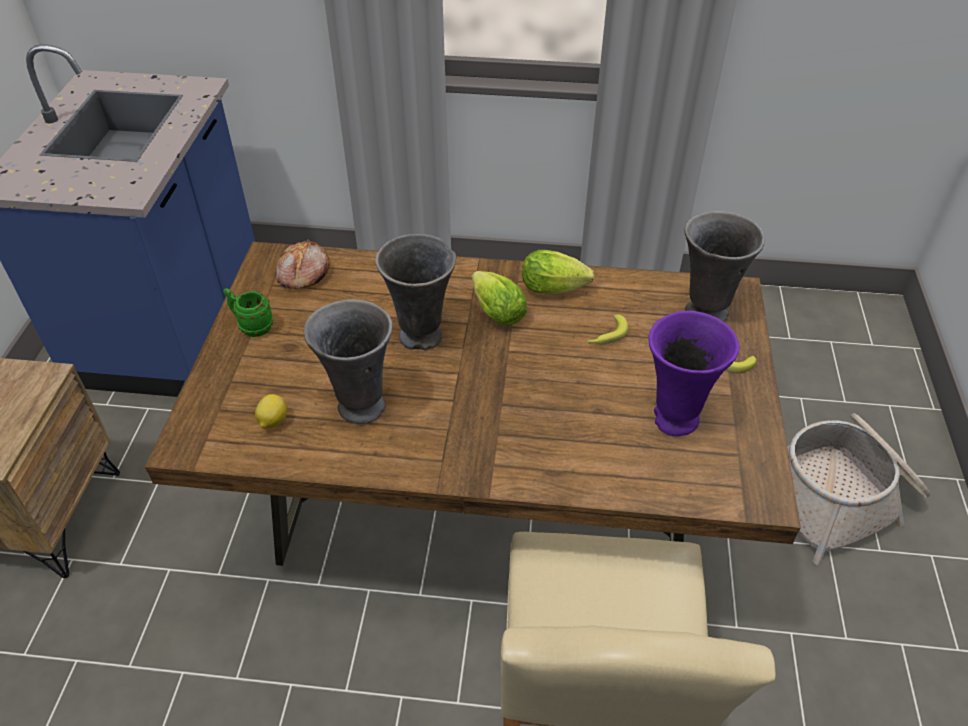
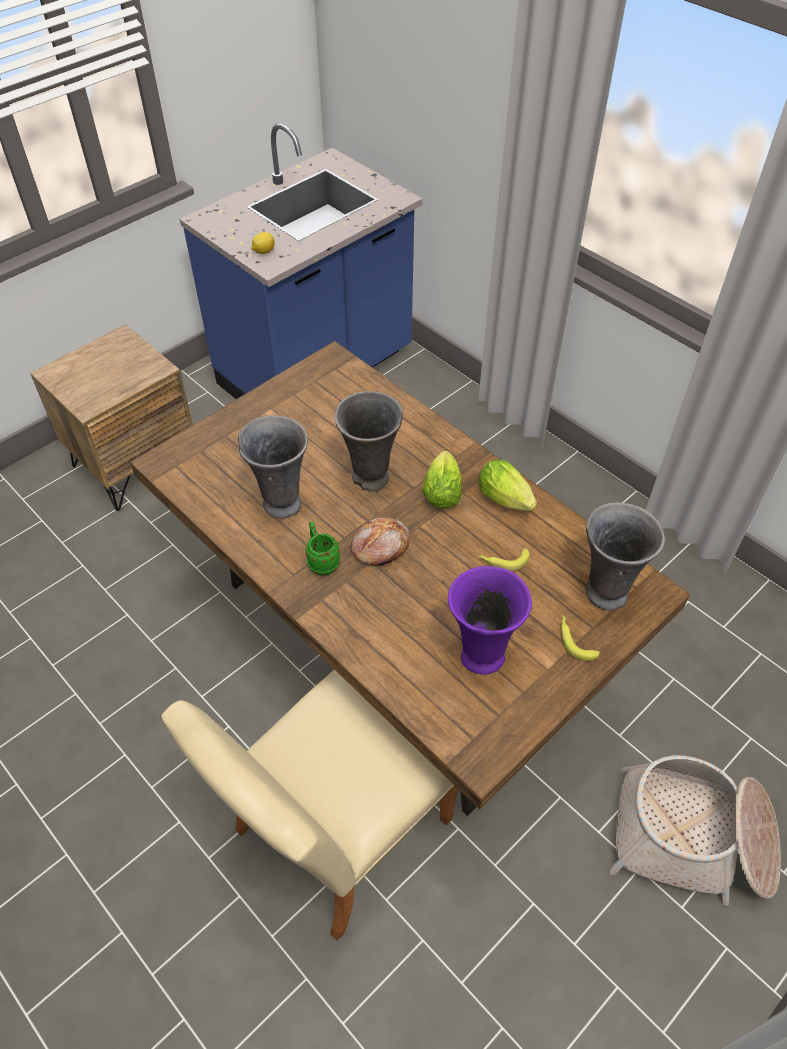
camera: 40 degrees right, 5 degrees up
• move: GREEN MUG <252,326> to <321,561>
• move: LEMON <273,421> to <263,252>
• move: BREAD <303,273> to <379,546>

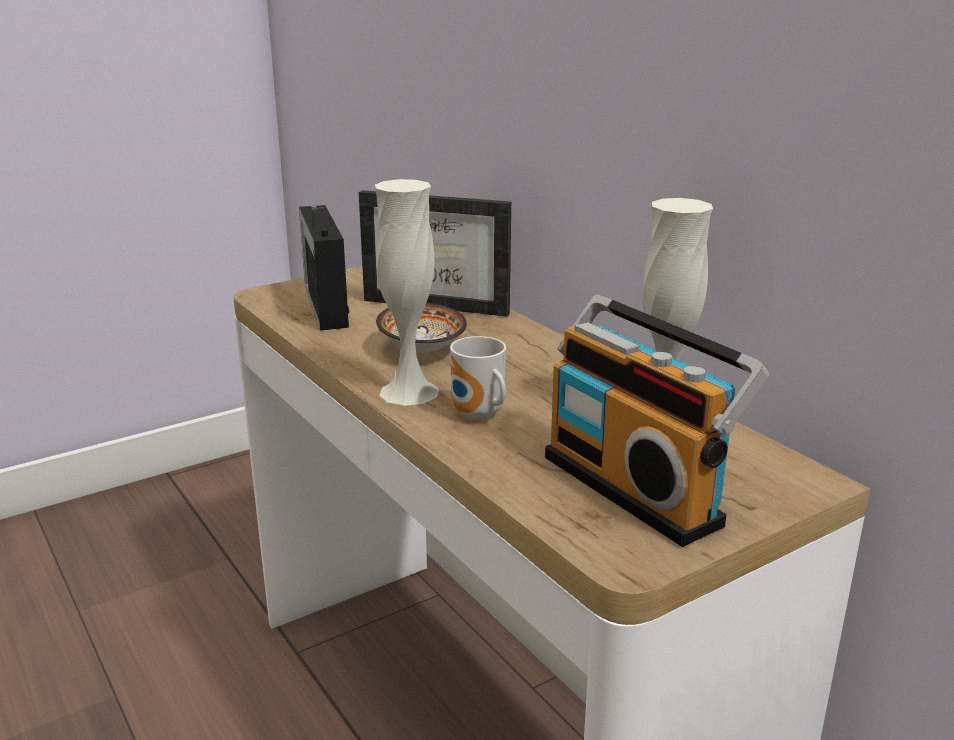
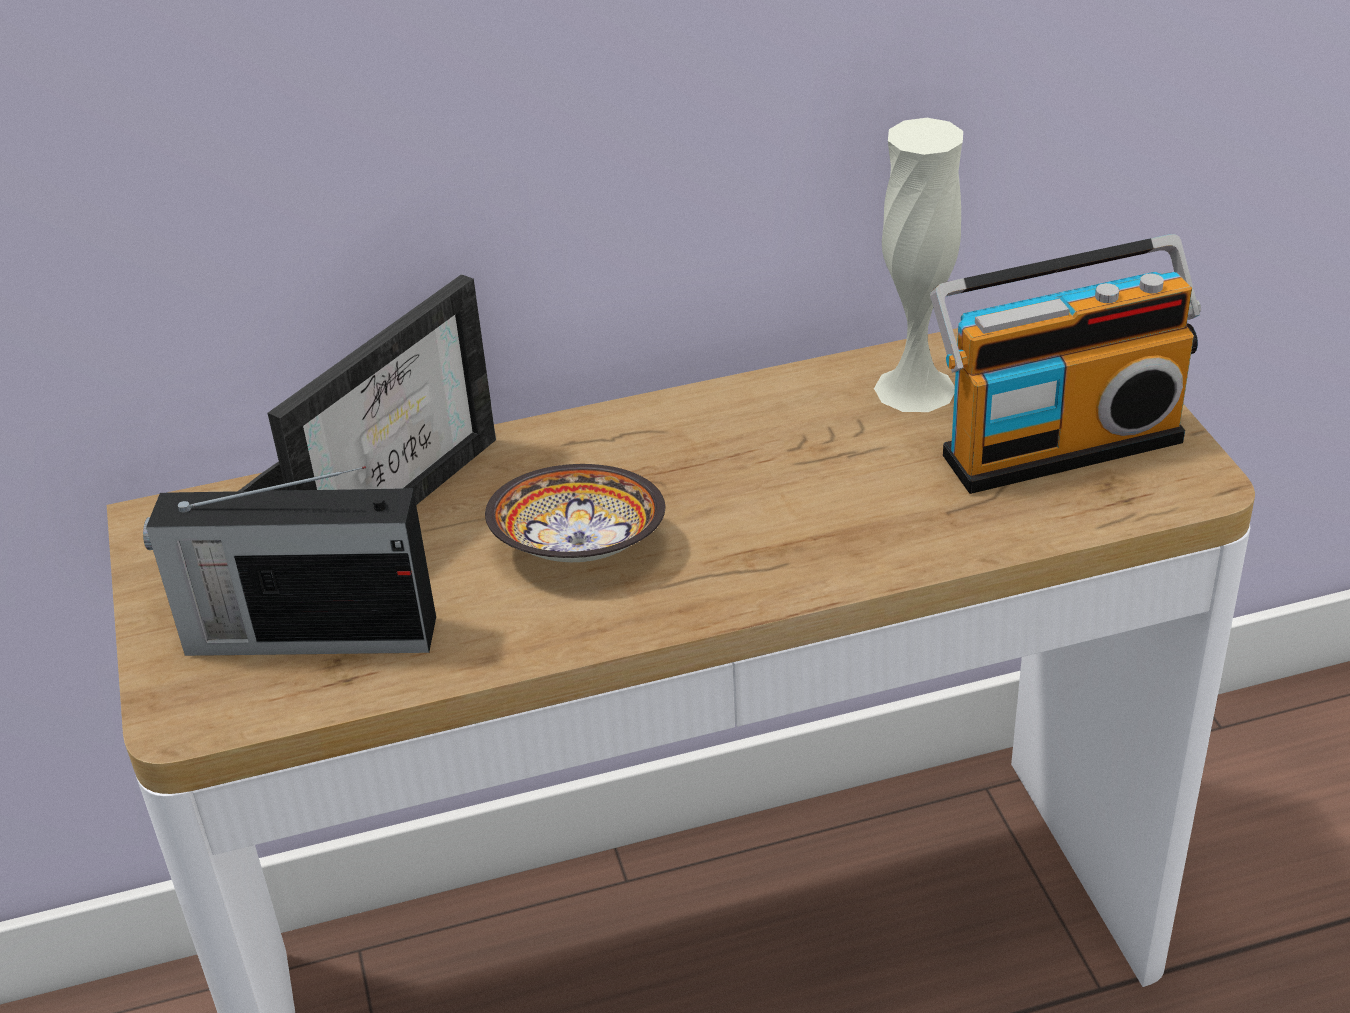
camera: 70 degrees left, 15 degrees up
• delete: WHITE VASE <409,392>
• delete: MUG <478,415>

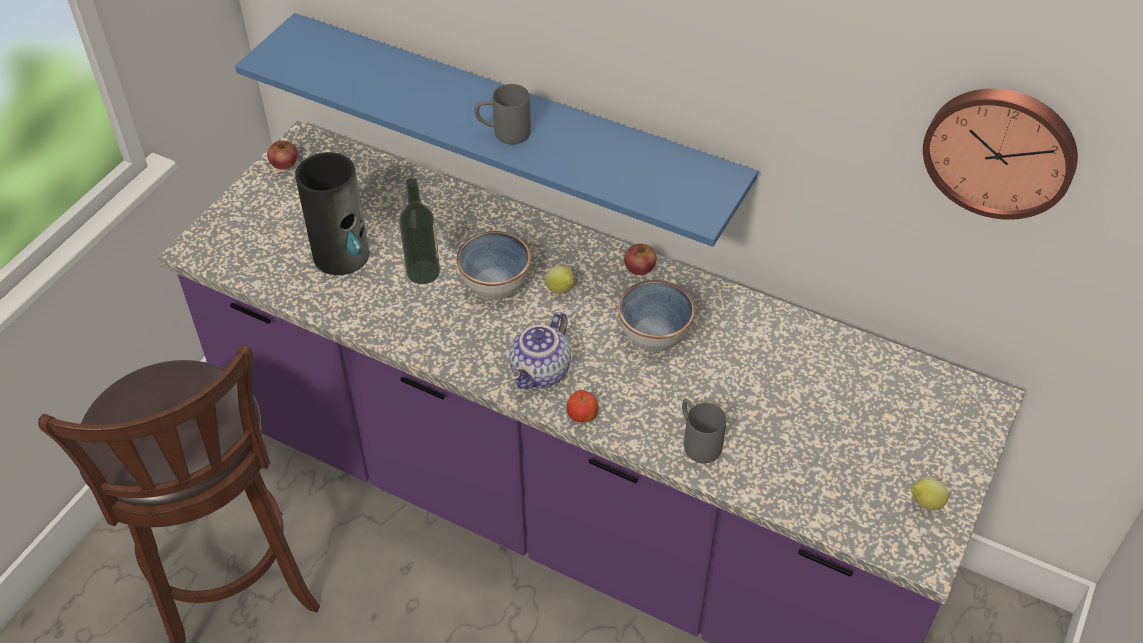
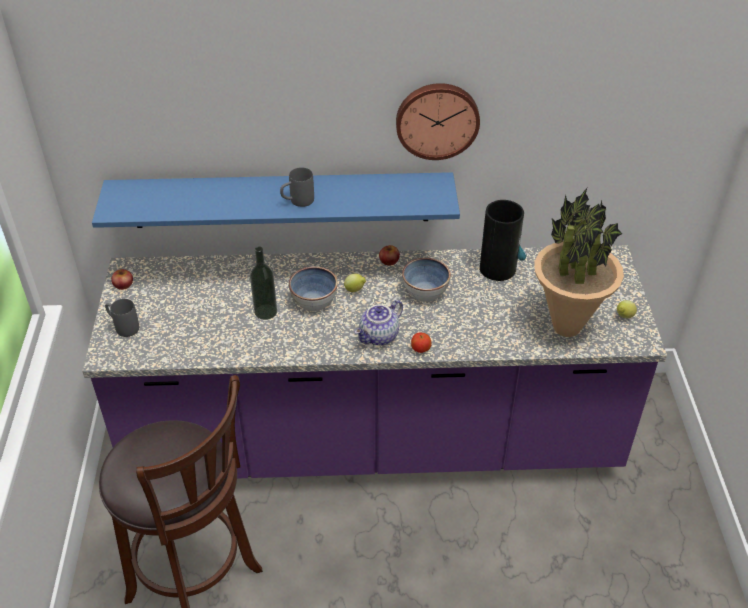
camera: 30 degrees left, 5 degrees down
• insert: POTTED PLANT <566,327>
• move: VASE <342,255> to <498,268>
• move: GREY MUG <697,441> to <123,327>
• move: WALL CLOCK <1000,150> to <437,119>
• rotate: TEAPOT <541,372> = <379,337> 45 degrees clockwise

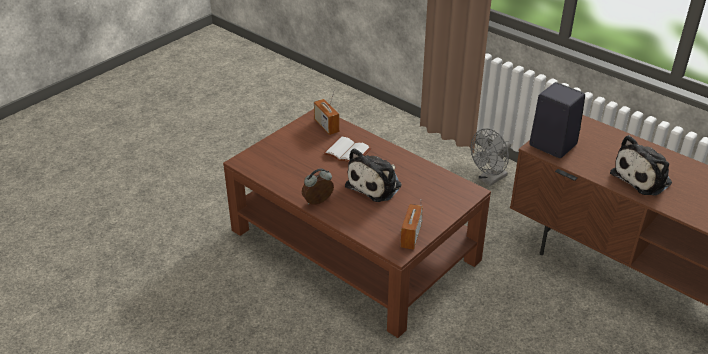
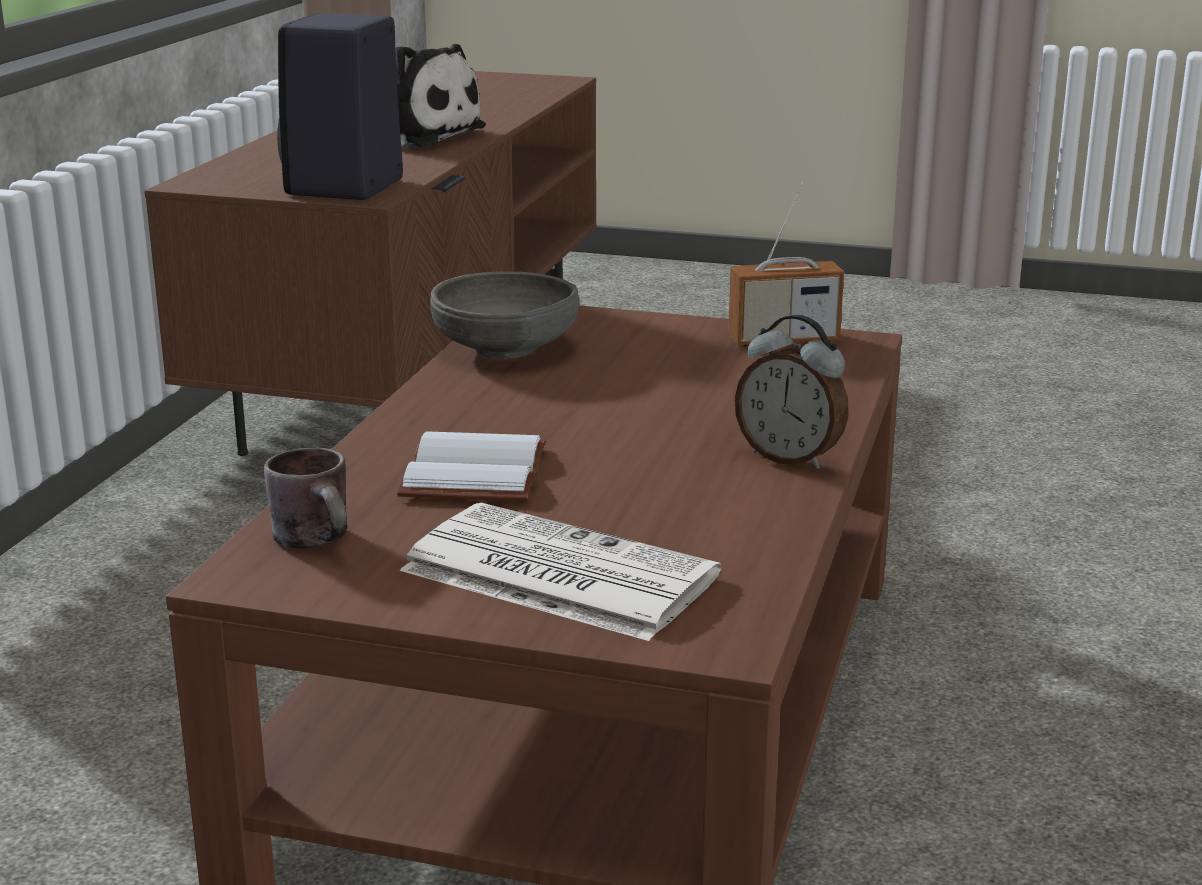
camera: 115 degrees left, 15 degrees down
• delete: PLUSH TOY <376,184>
• delete: GREY FAN <489,180>
• insert: NEWSPAPER <554,573>
• insert: GREY BOWL <505,349>
• replace: RADIO <326,126> to BROWN MUG <323,540>

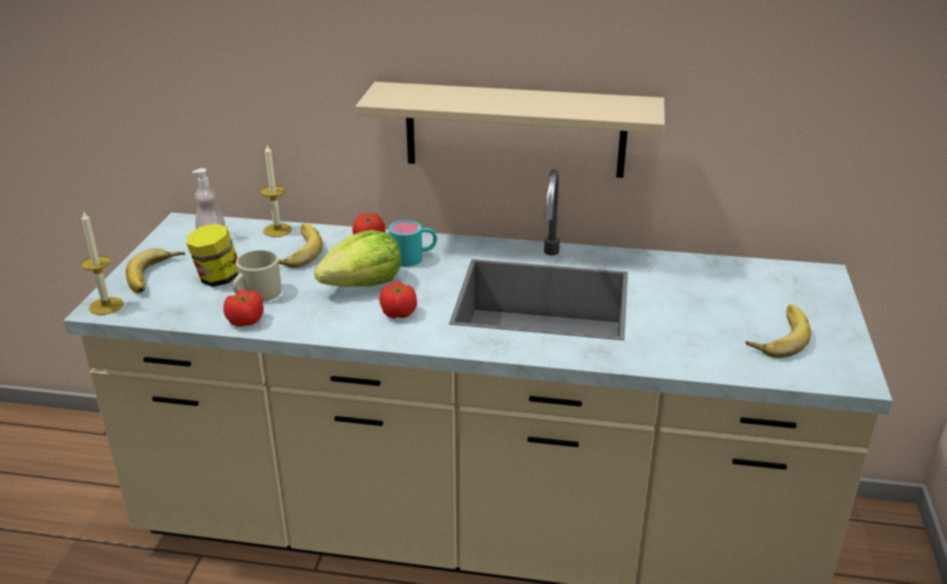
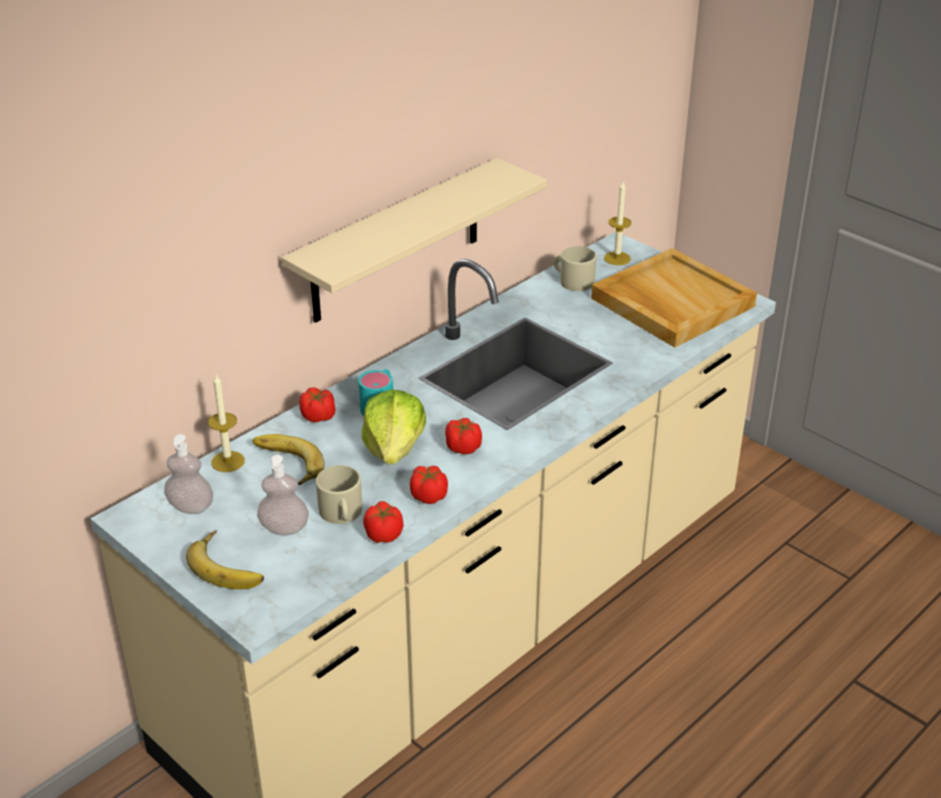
camera: 55 degrees left, 5 degrees up
• insert: TOMATO <428,496>
• insert: BEIGE MUG <572,281>
• move: CANDLE <106,306> to <617,258>
• replace: JAR <218,279> to SOAP DISPENSER <284,528>
• replace: BANANA <776,335> to BEIGE TRAY <670,302>

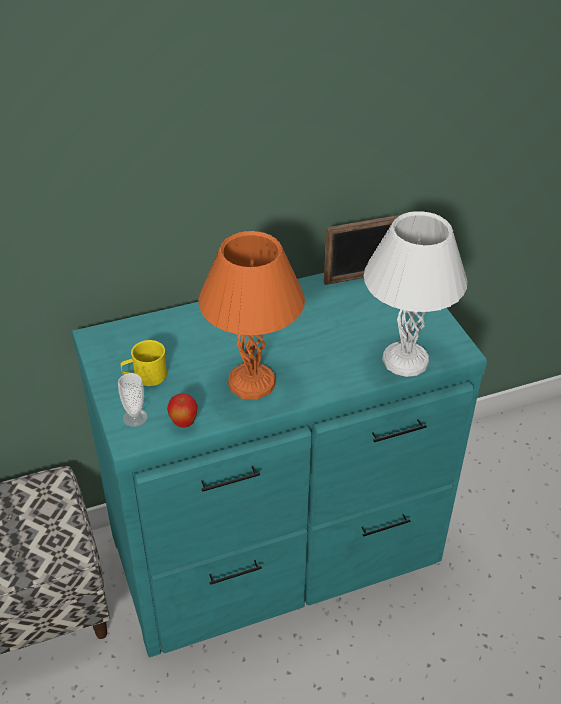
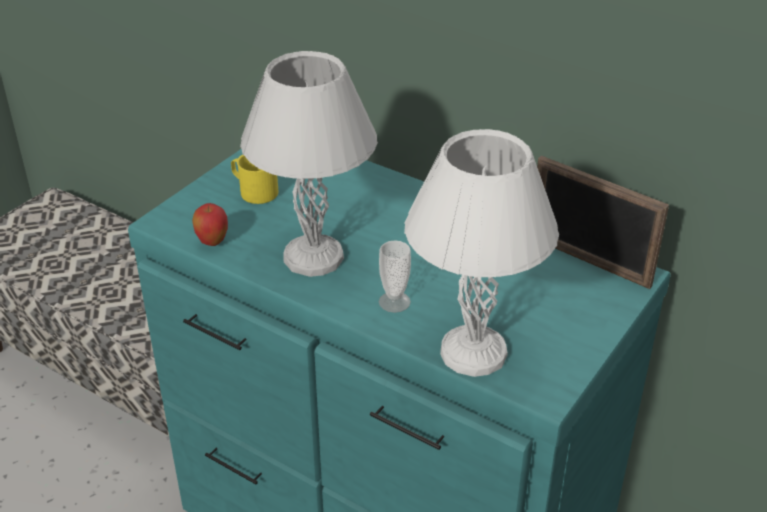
camera: 55 degrees right, 5 degrees down
• move: CUP <135,417> to <394,302>
• recolor: ORANGE TABLE LAMP <253,382> to WHITE TABLE LAMP <315,258>

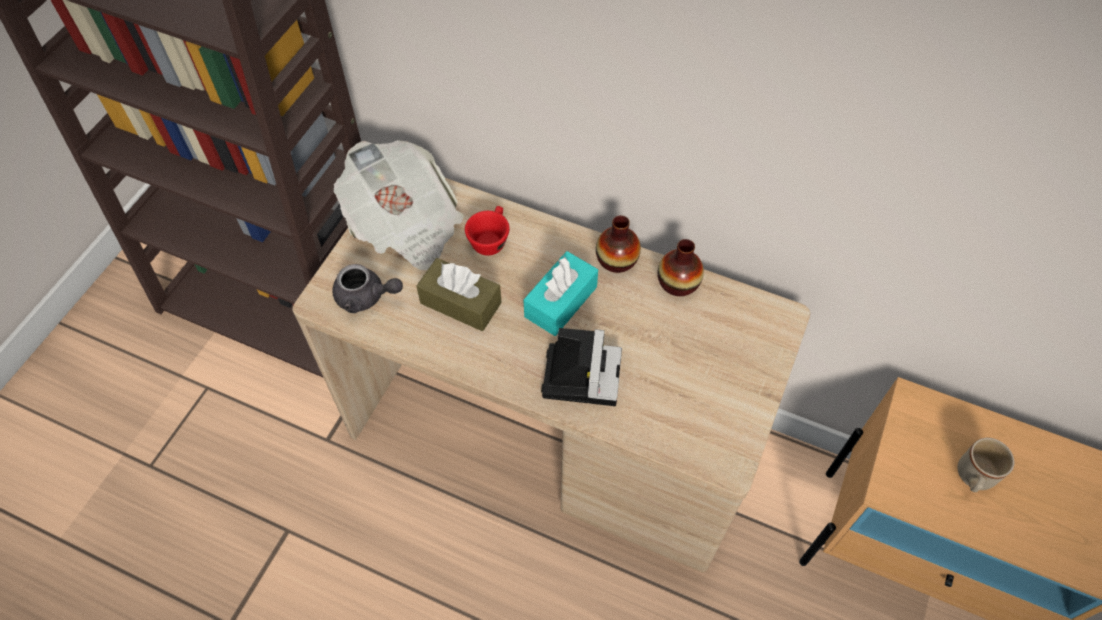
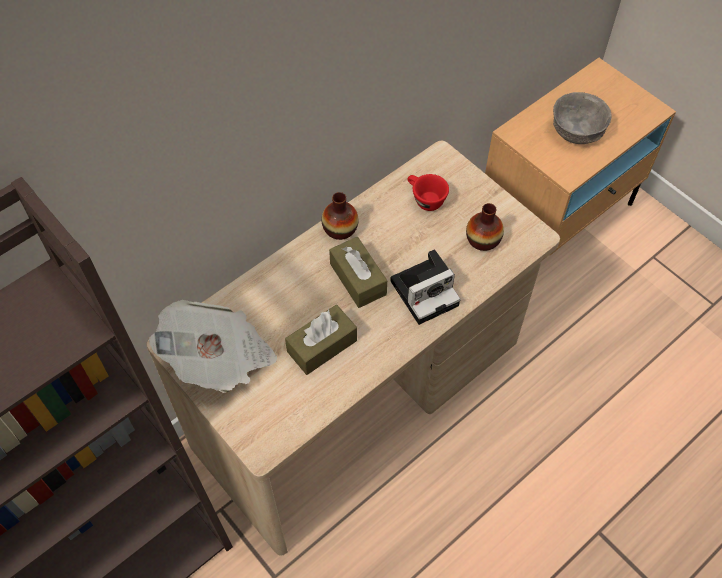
camera: 65 degrees left, 0 degrees up
• delete: GREY TEAPOT <366,297>
• move: RED CUP <490,239> to <424,199>
• move: VASE <678,282> to <483,240>
• replace: BEIGE MUG <973,478> to GREY BOWL <577,132>
• recolor: TURQUOISE TISSUE BOX <560,302> to BROWN TISSUE BOX <358,279>
• rotate: PHOTO CAMERA <581,373> = <426,291> 120 degrees clockwise

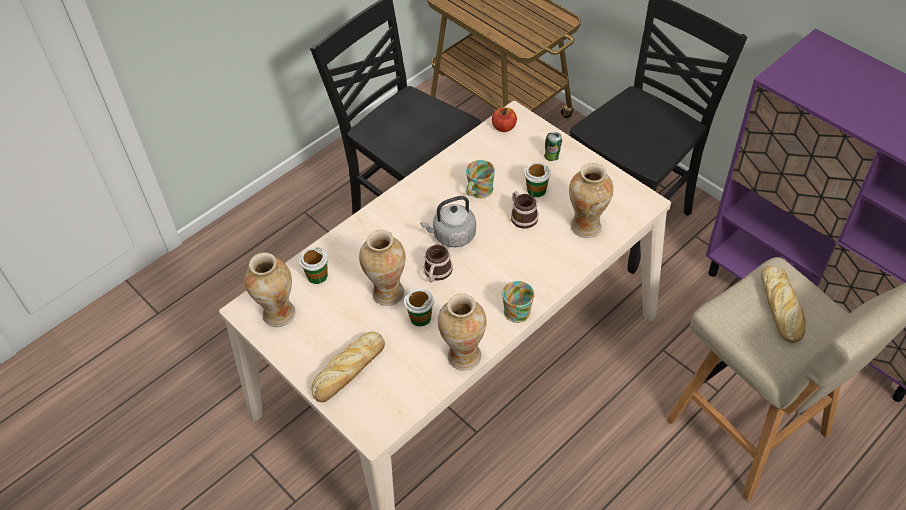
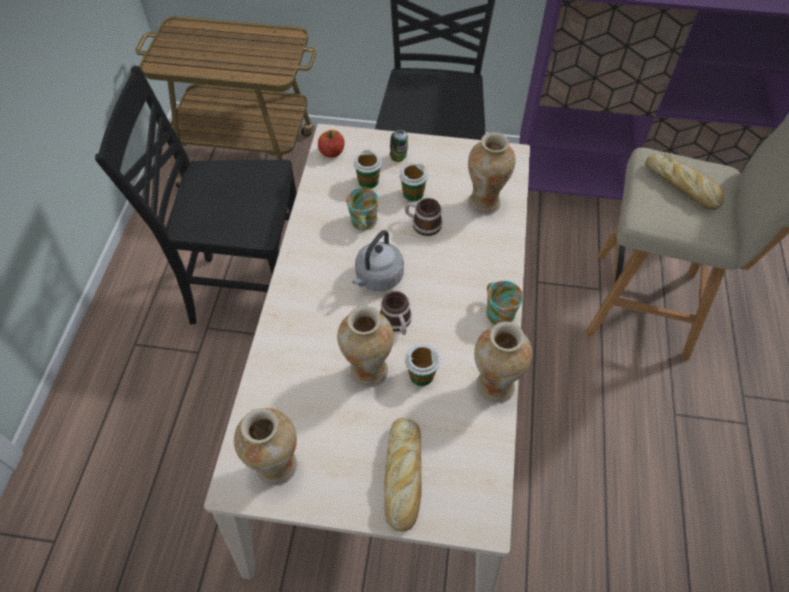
camera: 40 degrees left, 5 degrees up
• move: CUP <317,276> to <368,181>

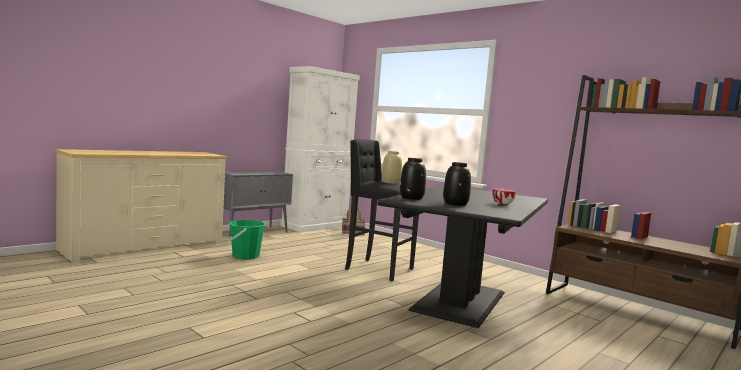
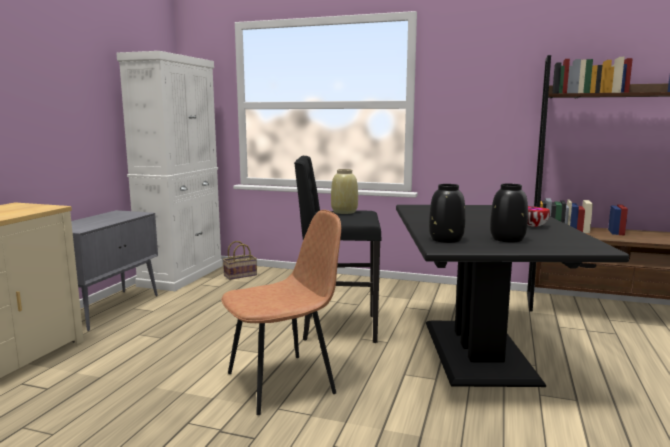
camera: 25 degrees left, 5 degrees up
• delete: GREEN BUCKET <246,256>
• insert: BROWN CHAIR <283,382>

